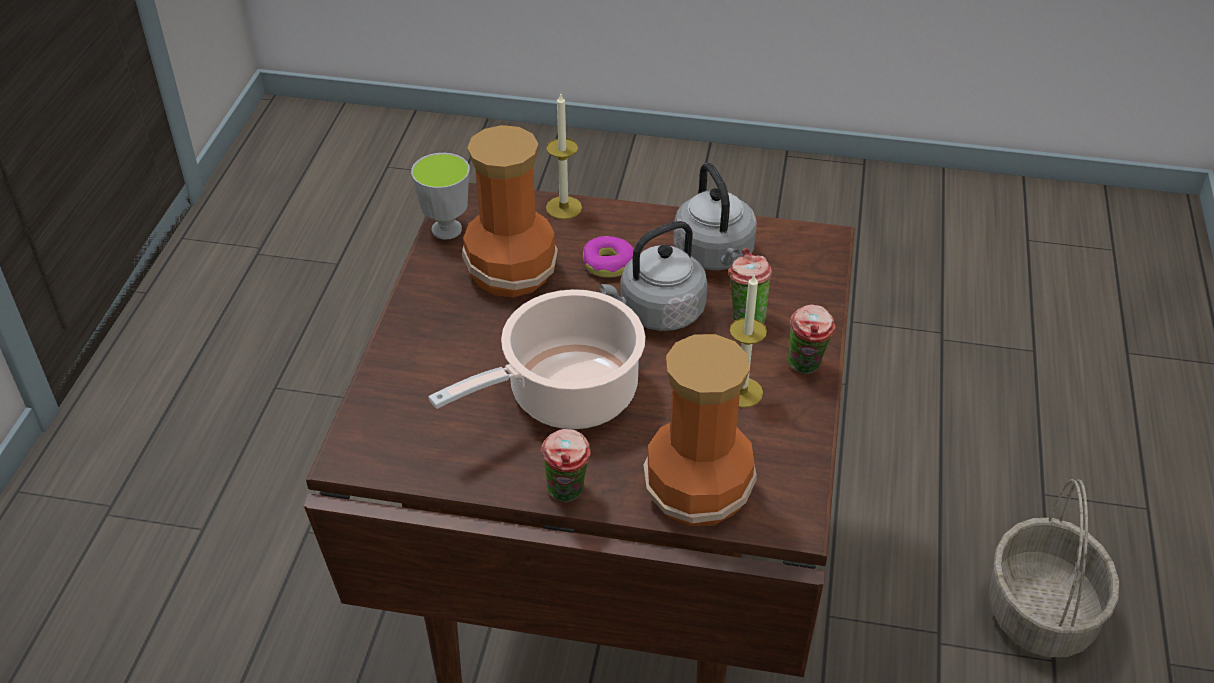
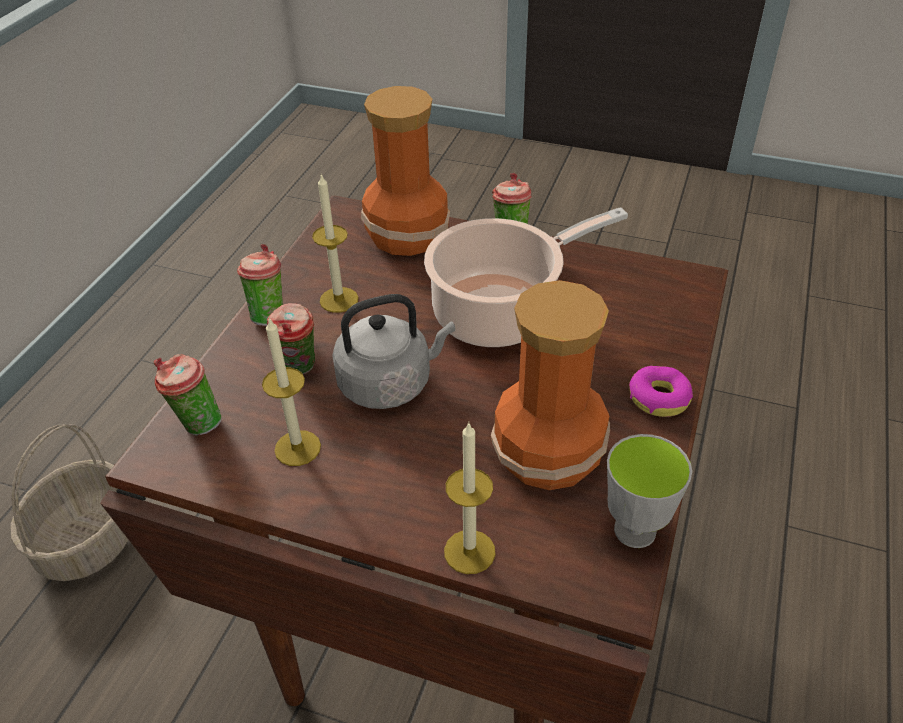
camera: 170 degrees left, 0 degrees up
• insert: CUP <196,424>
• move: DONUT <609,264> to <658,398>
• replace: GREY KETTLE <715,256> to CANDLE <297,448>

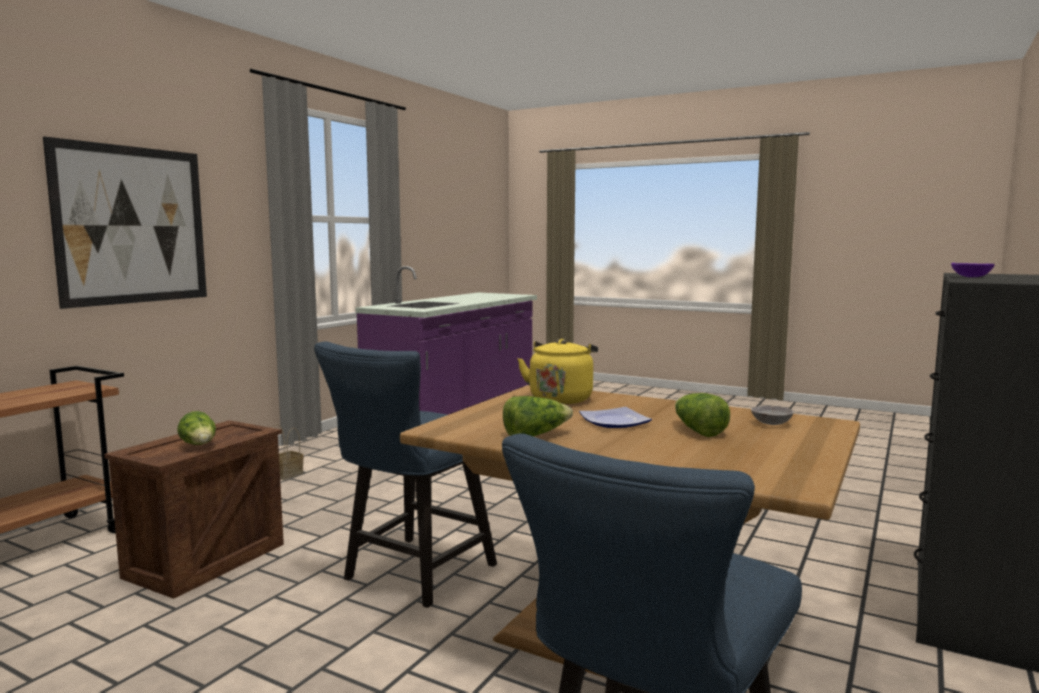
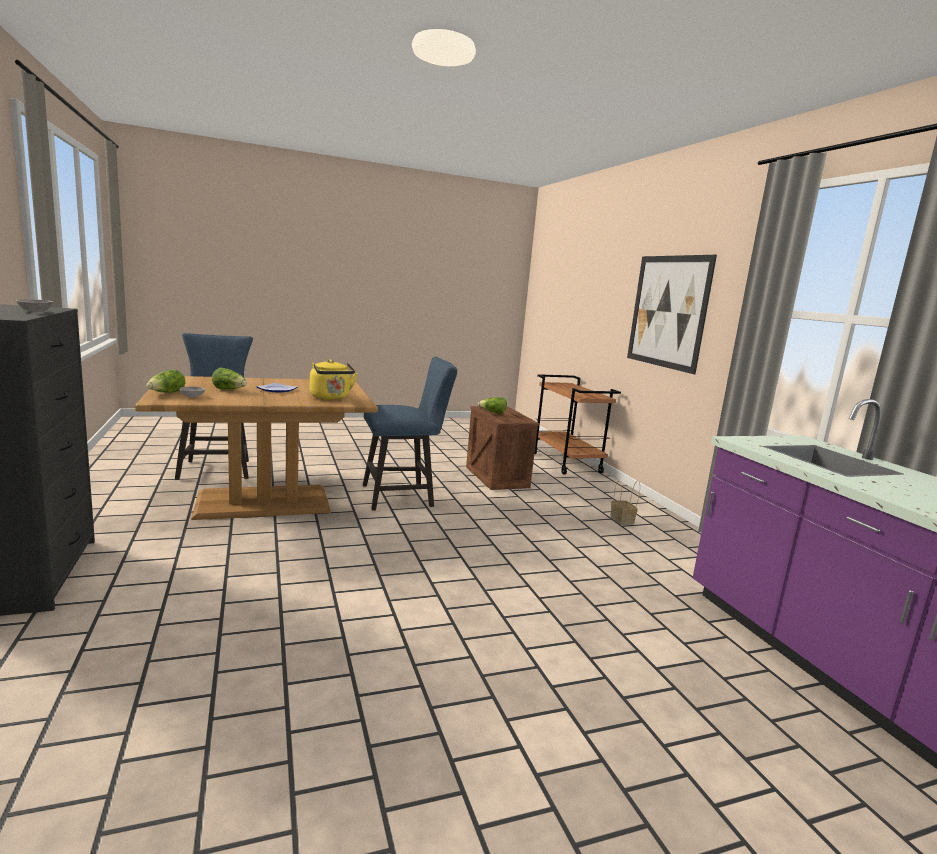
camera: 130 degrees right, 5 degrees up
• move: LETTUCE <535,435> to <166,393>
• recolor: PURPLE BOWL <971,277> to GREY BOWL <35,312>
• rotate: BLUE CHAIR <412,575> = <403,496> 90 degrees clockwise

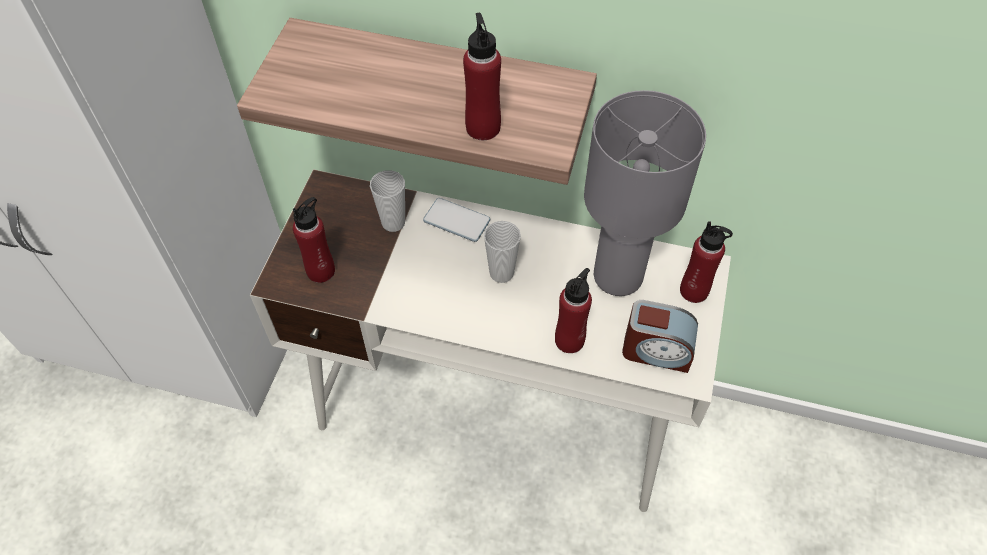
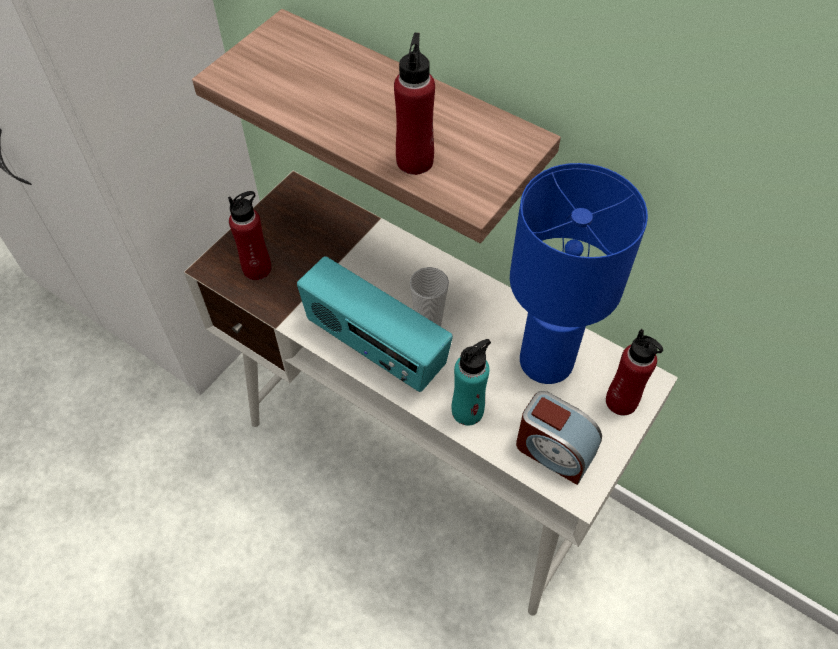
camera: 20 degrees right, 0 degrees up
• delete: CUP <393,223>
• delete: PHONE <456,220>
• insert: RADIO <374,348>
• recolor: RED BOTTLE <569,340> to TURQUOISE BOTTLE <467,411>
• recolor: GREY TABLE LAMP <616,276> to BLUE TABLE LAMP <544,361>

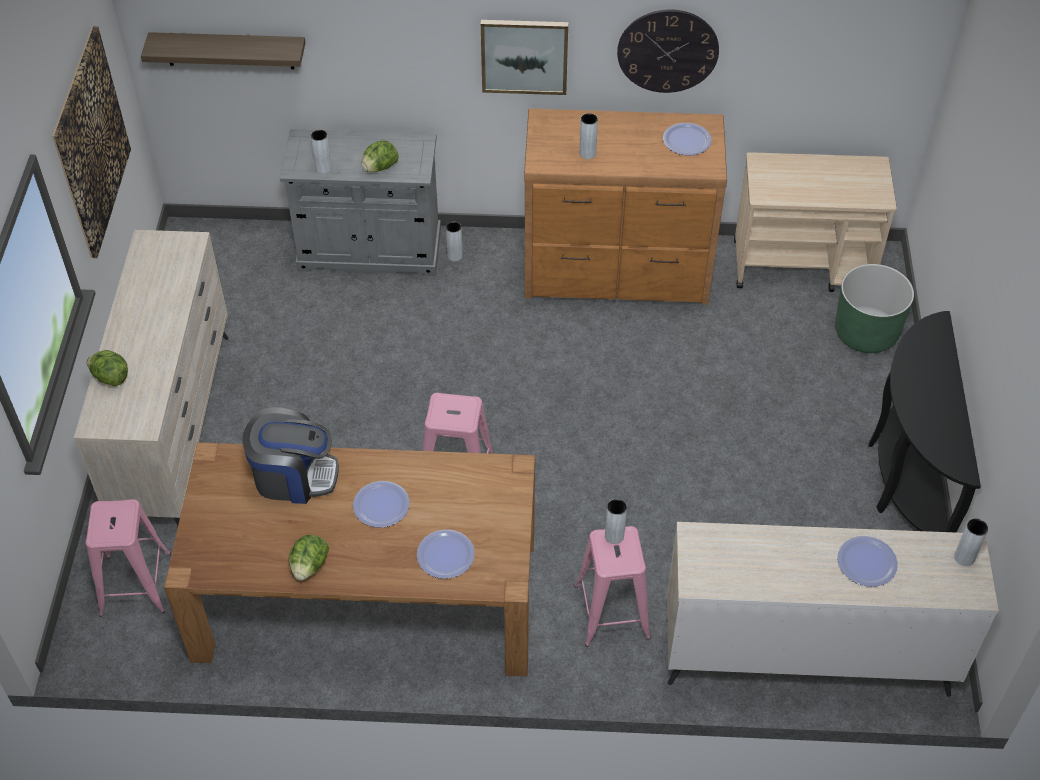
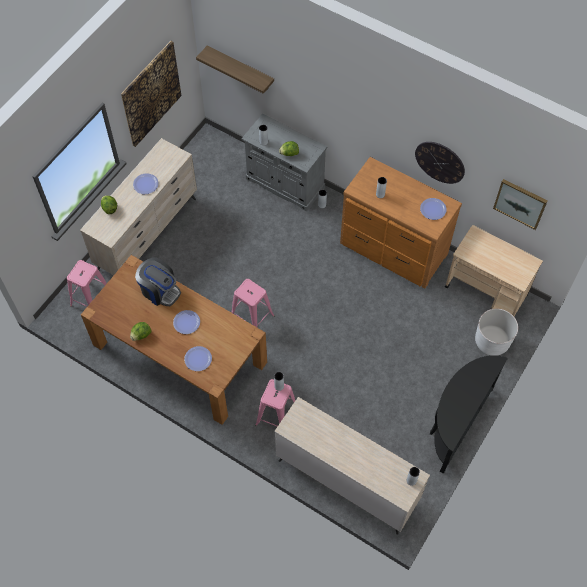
camera: 30 degrees right, 10 degrees up
• move: PICTURE <524,55> to <520,203>
• move: PLATE <866,562> to <145,184>
• recolor: GREEN PLANTER <866,332> to WHITE PLANTER <492,341>

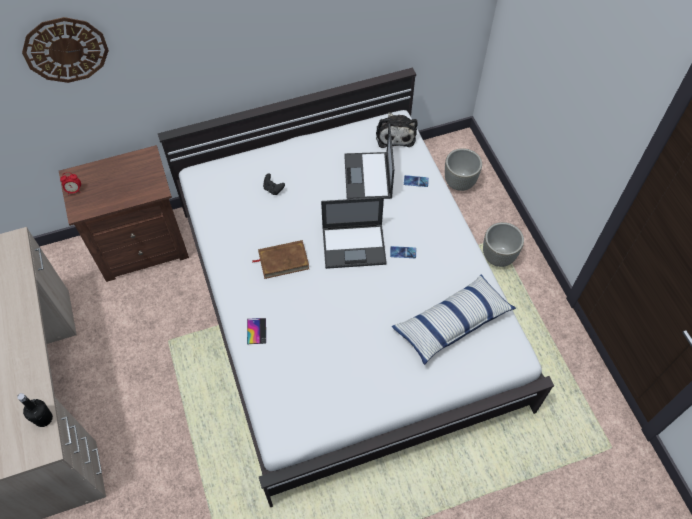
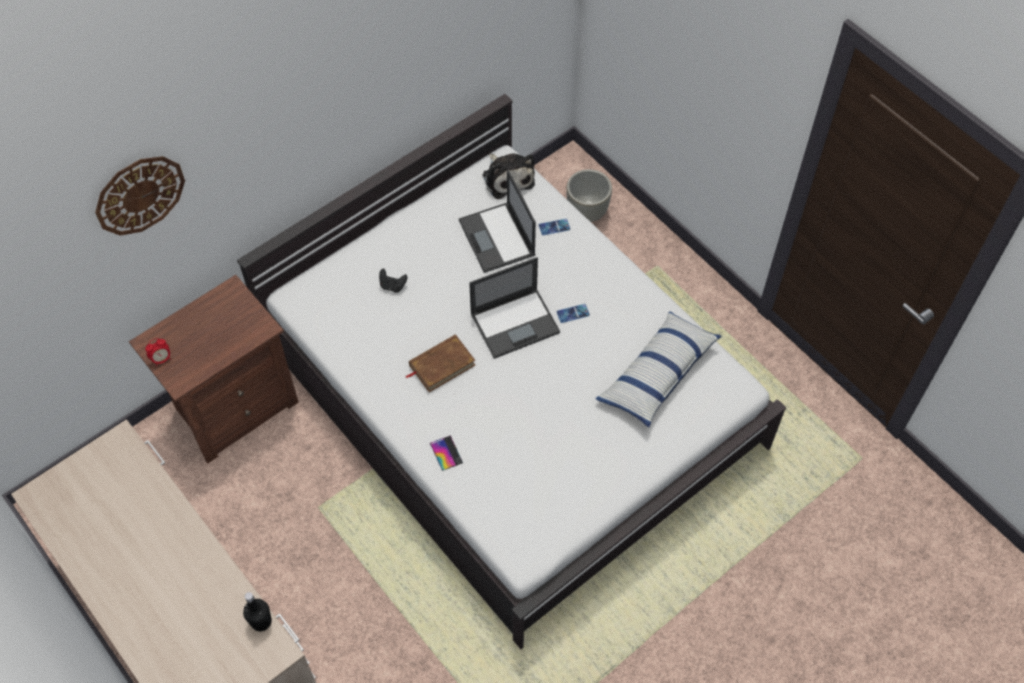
camera: 20 degrees left, 0 degrees up
• delete: GREY PLANTER <497,257>

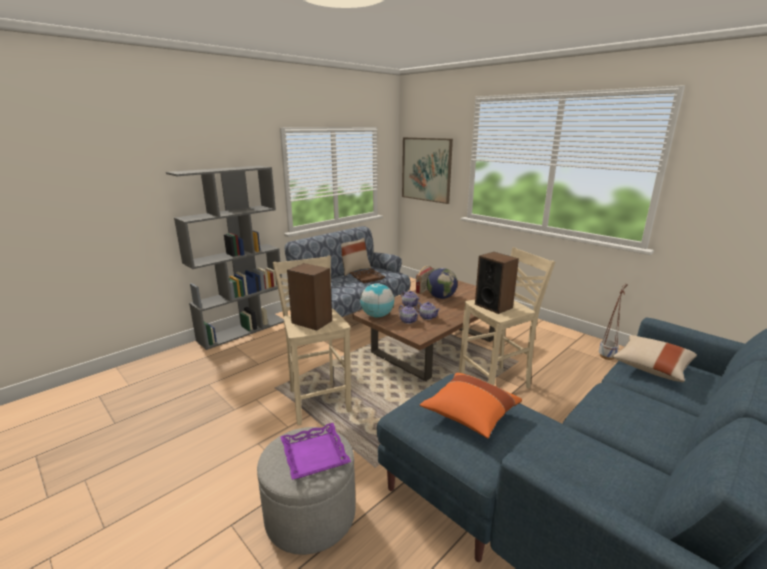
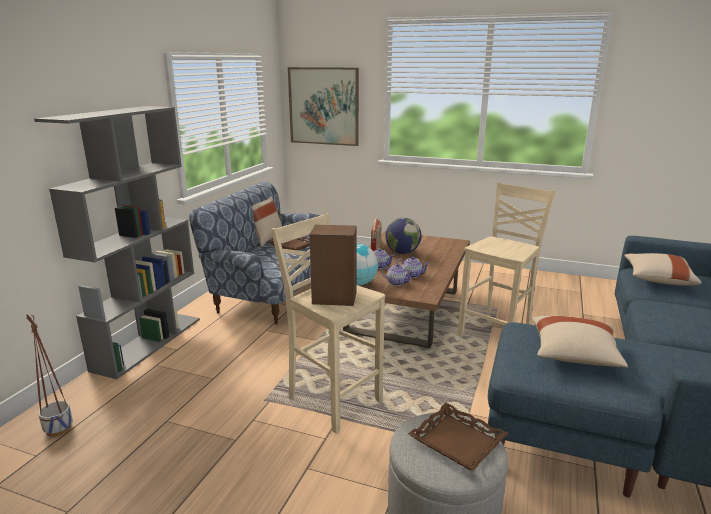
camera: 25 degrees left, 0 degrees up
• delete: SPEAKER <493,306>
• move: PLANTER <607,356> to <59,429>
• recolor: PURPLE TRAY <314,455> to BROWN TRAY <457,441>
• recolor: ORANGE PILLOW <469,415> to BEIGE PILLOW <573,355>

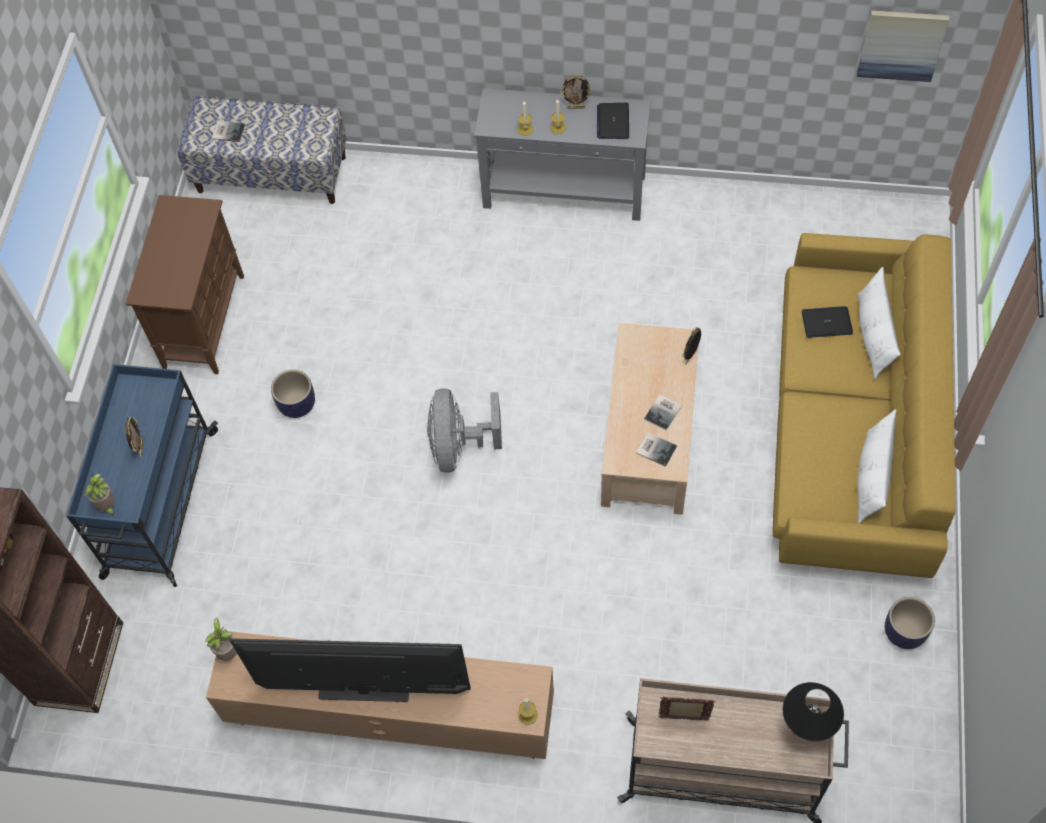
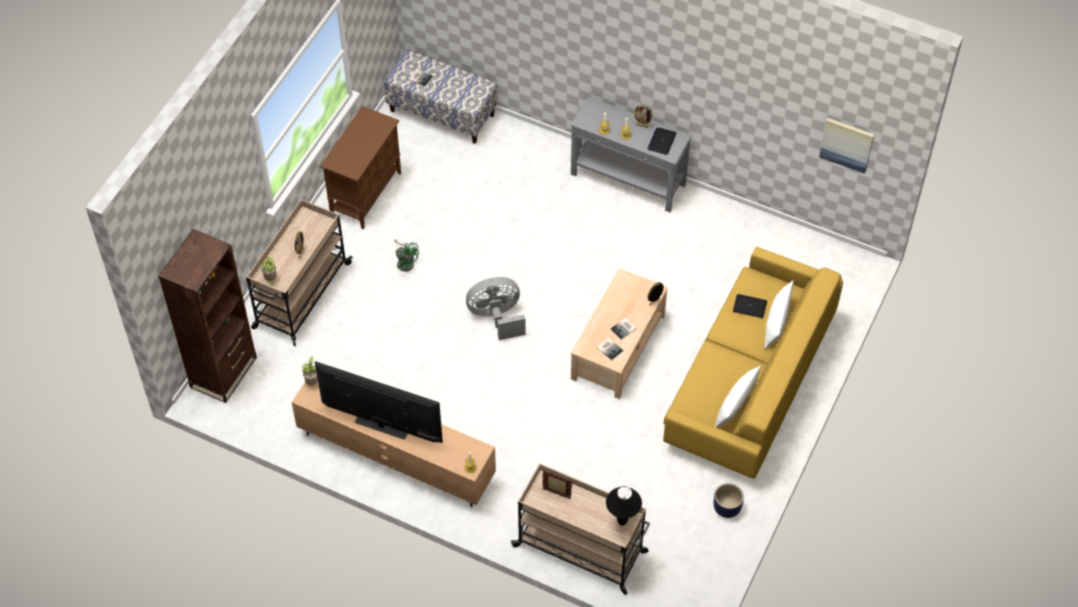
camera: 15 degrees right, 5 degrees down
• replace: PLANTER <297,404> to GREEN FAN <405,262>
• recolor: BLUE CART <160,505> to BEIGE CART <301,296>
• rotate: GREY FAN <459,446> = <497,317> 60 degrees clockwise

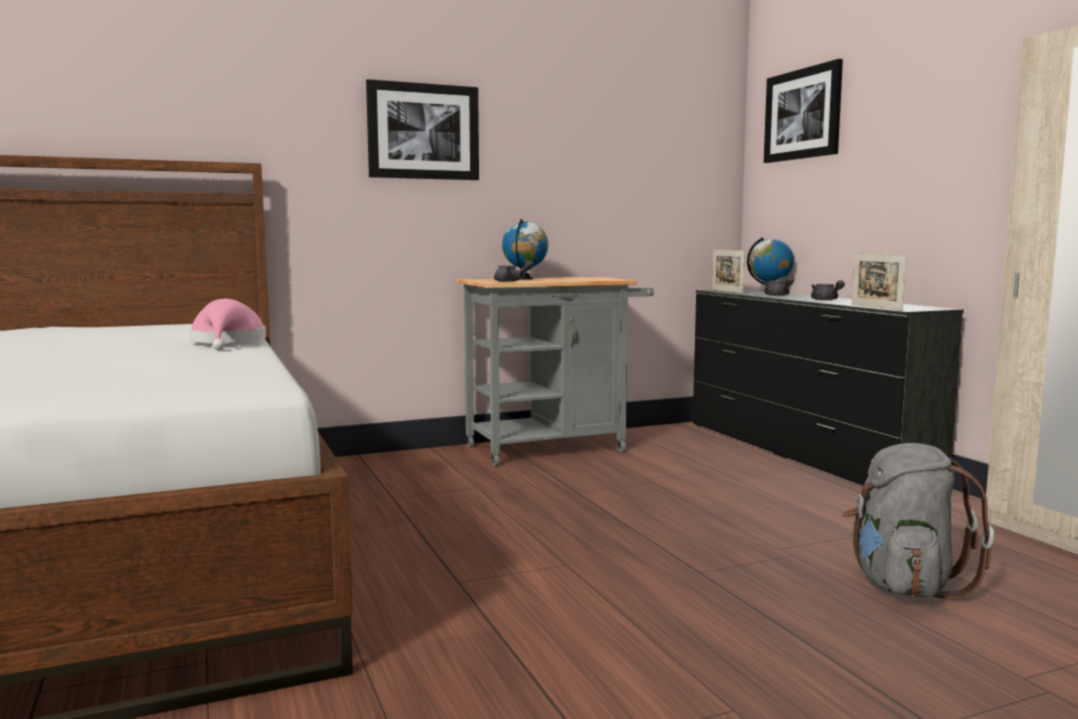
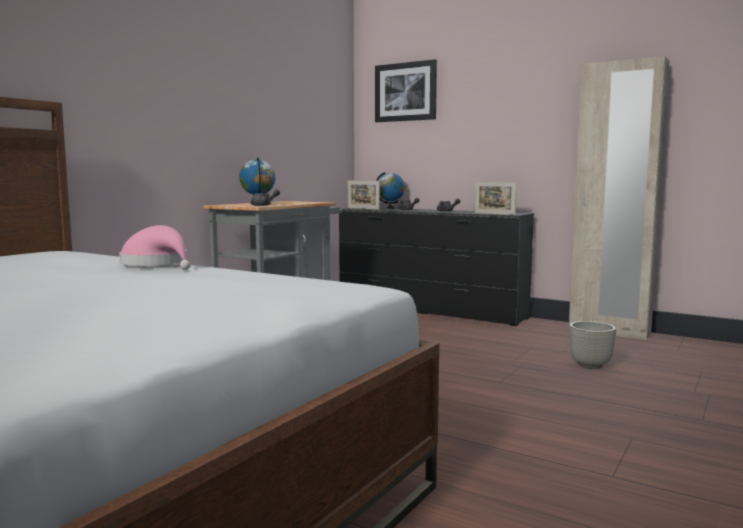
camera: 35 degrees left, 0 degrees up
• delete: PICTURE <423,131>
• replace: GREY BACKPACK <903,585> to GREY PLANTER <590,365>

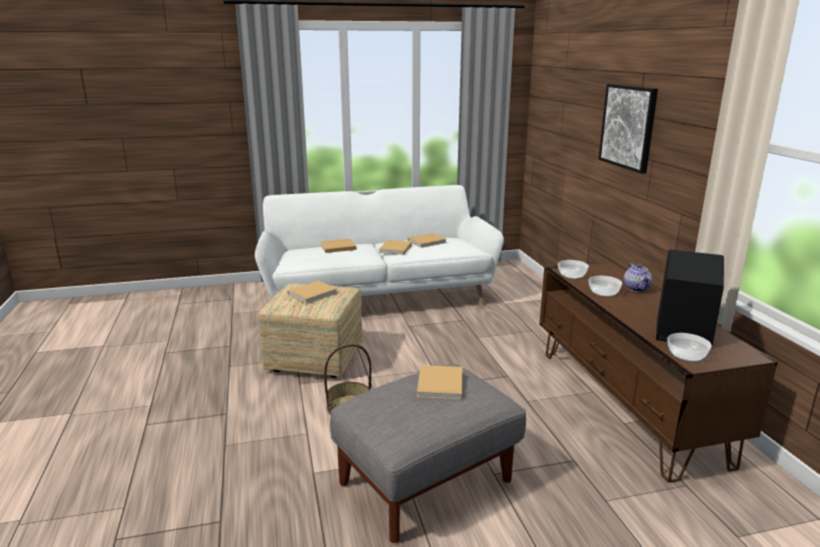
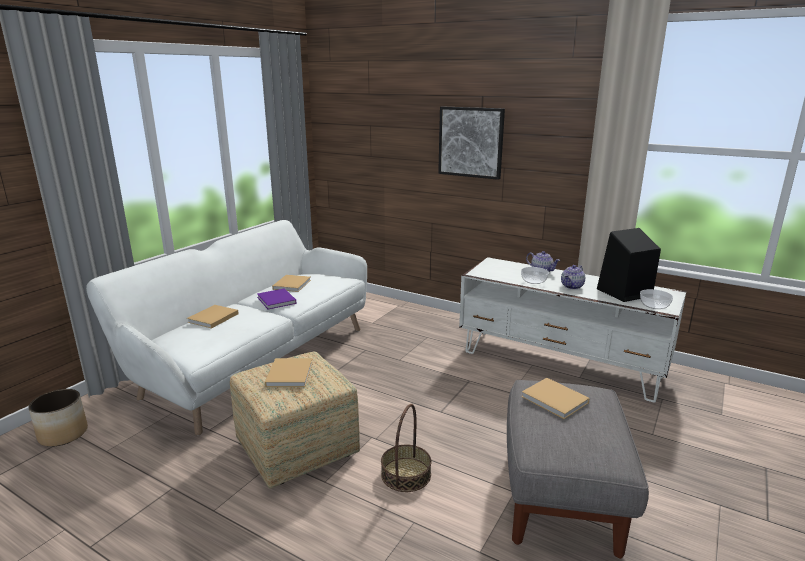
camera: 45 degrees left, 0 degrees up
• delete: BOWL <572,275>
• insert: PLANTER <63,434>
• insert: TEAPOT <572,286>
• recolor: BEIGE BOOK <395,249> to PURPLE BOOK <277,301>
• recolor: BROWN TV STAND <626,404> to WHITE TV STAND <560,363>

